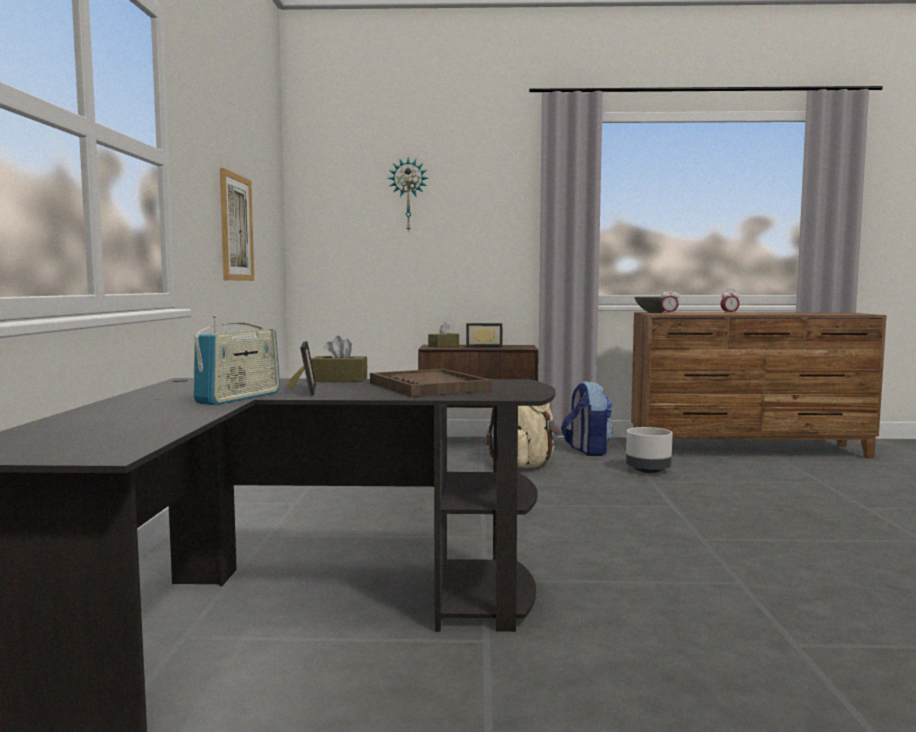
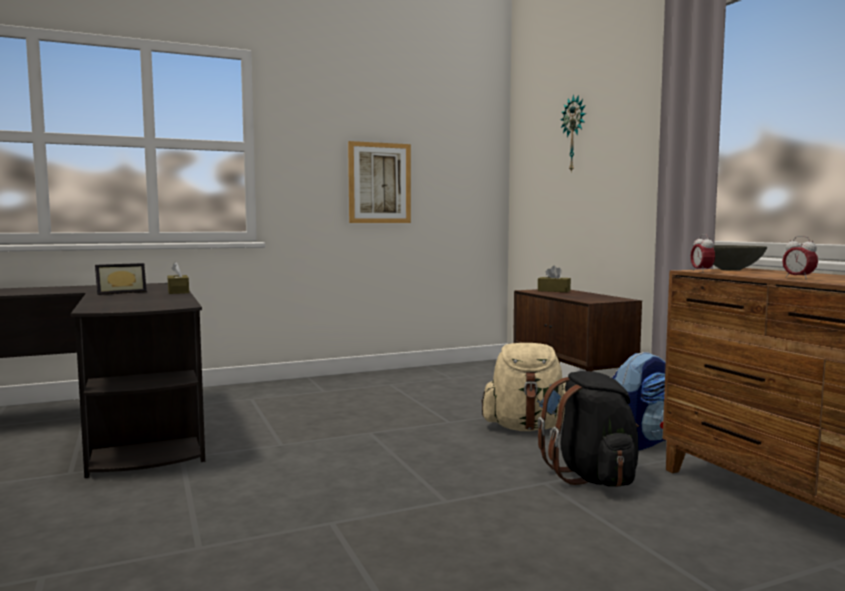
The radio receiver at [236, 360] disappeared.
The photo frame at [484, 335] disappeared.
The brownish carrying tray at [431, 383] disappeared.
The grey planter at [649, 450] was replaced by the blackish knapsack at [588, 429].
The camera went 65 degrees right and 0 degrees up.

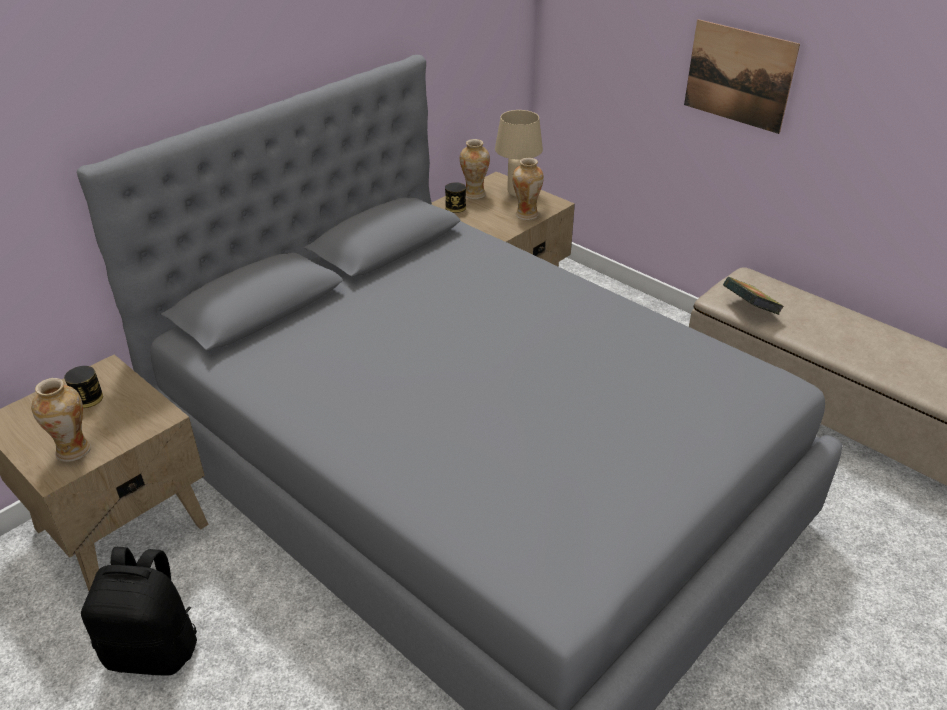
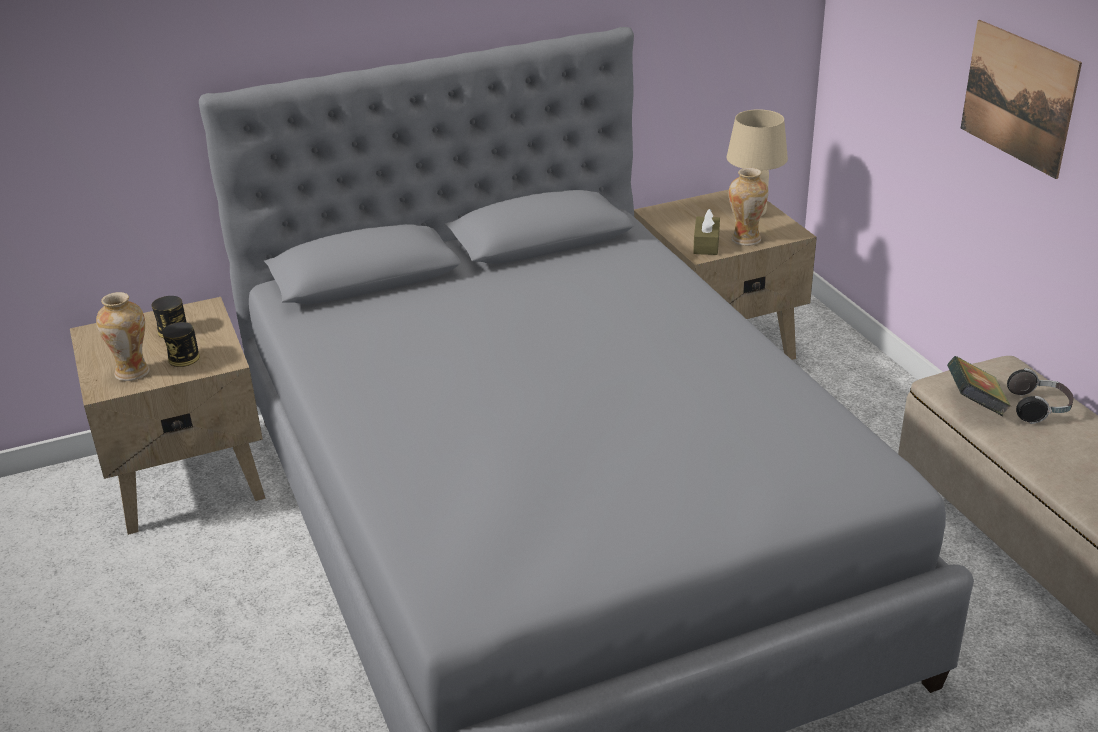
The decorative vase at [475, 169] disappeared.
The can moved from [455, 197] to [181, 344].
The blackish knapsack at [139, 611] disappeared.
The brownish tissue box at [706, 232] appeared.
The headset at [1040, 396] appeared.
The camera went 25 degrees right and 5 degrees down.

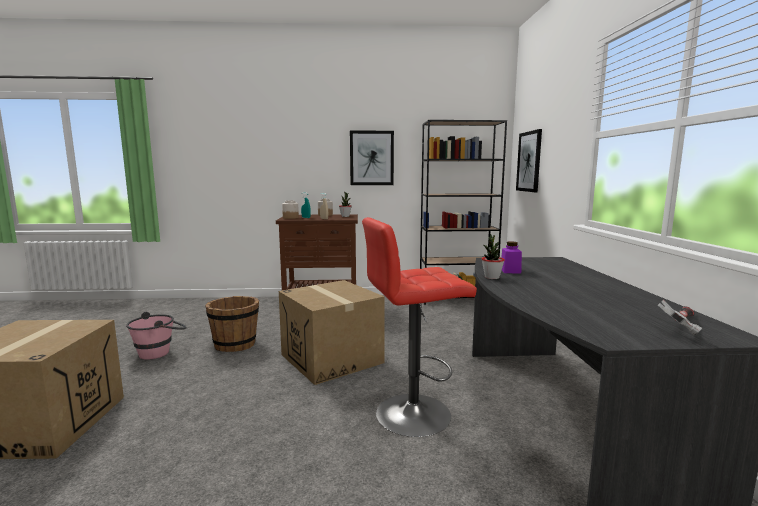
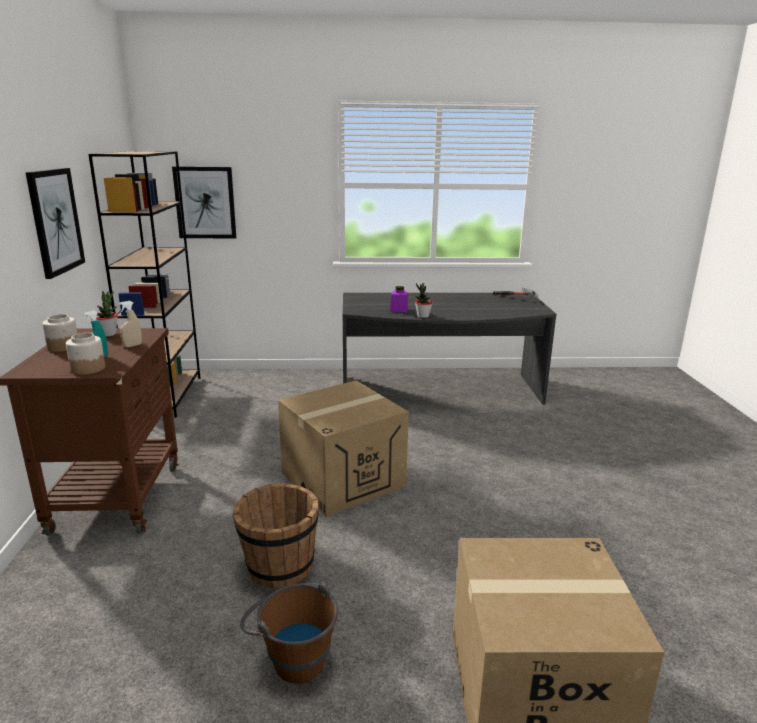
The reddish sitting stool at [419, 327] disappeared.
The pinkish bucket at [156, 336] became the brownish bucket at [289, 632].
The camera went 90 degrees left and 10 degrees up.

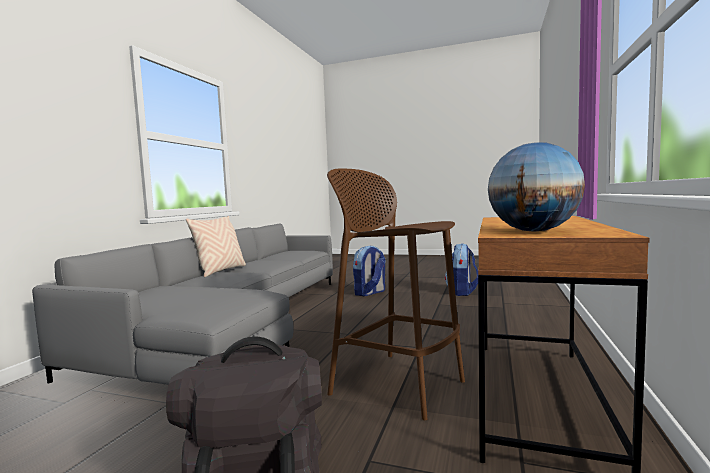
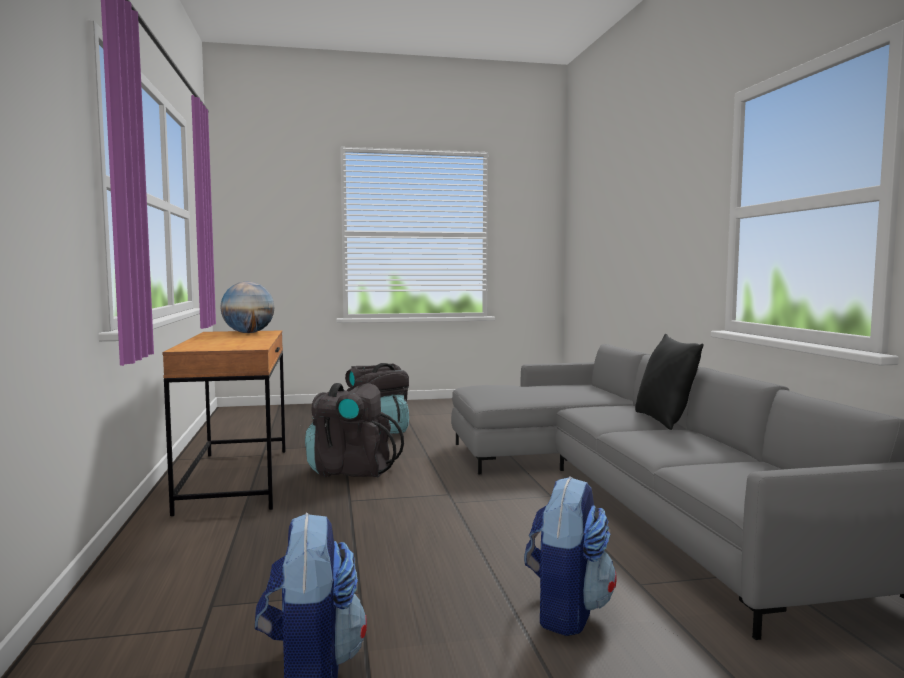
The brownish sitting stool at [396, 294] was replaced by the blackish knapsack at [354, 430].
The beige pillow at [216, 246] became the blackish pillow at [669, 382].
The camera went 150 degrees right and 0 degrees up.

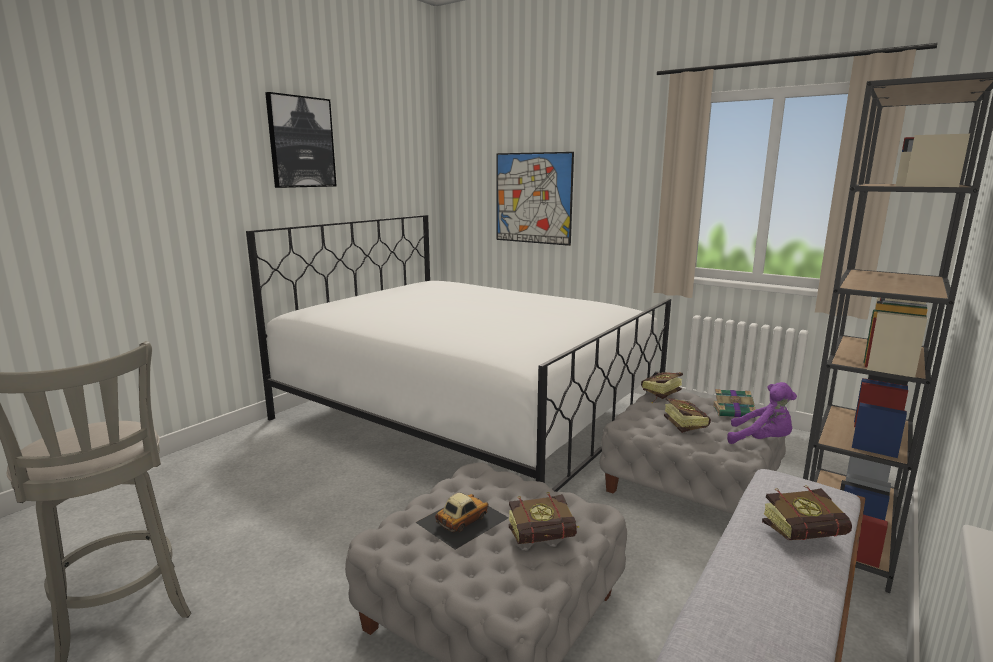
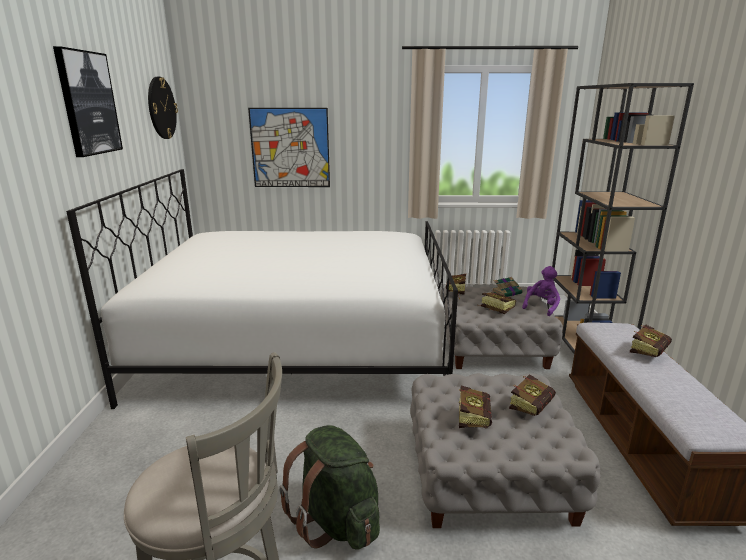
The purplish cuddly toy at [762, 413] turned 45 degrees counterclockwise.
The toy car at [462, 521] was replaced by the volume at [475, 406].
The hanging clock at [163, 108] appeared.
The green knapsack at [329, 487] appeared.
The camera went 35 degrees left and 5 degrees up.

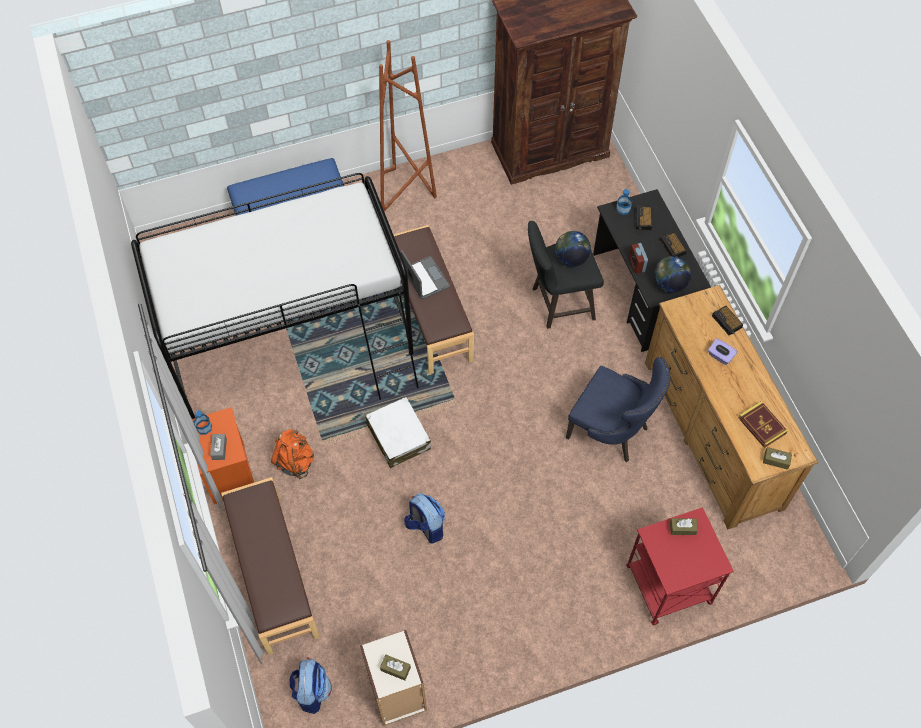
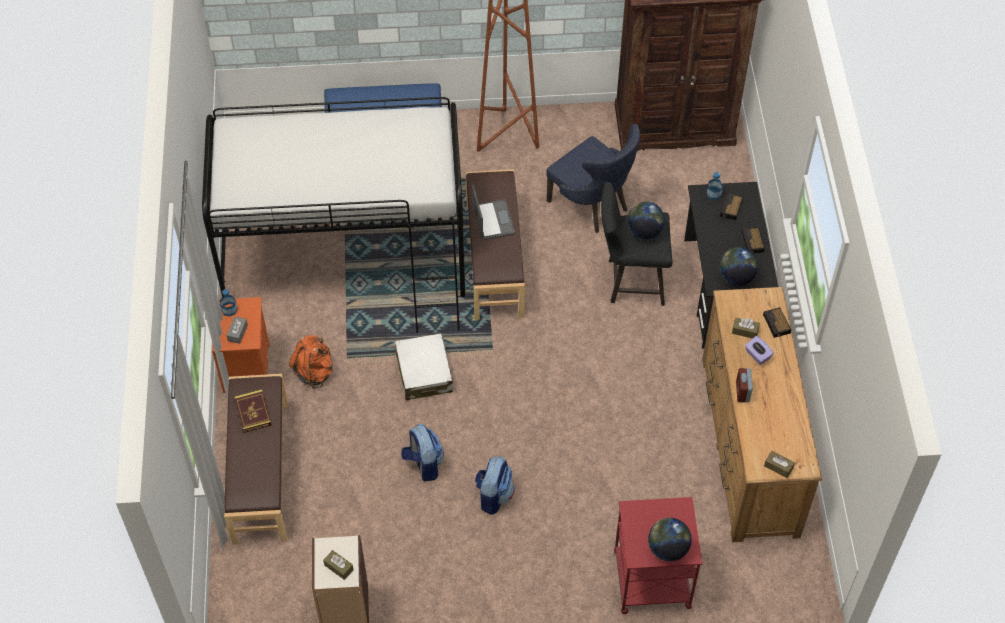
The alarm clock moved from [638, 258] to [744, 385].
The blue-coloured upright chair moved from [618, 409] to [593, 178].
The volume moved from [763, 424] to [253, 411].
The brownish tissue box moved from [684, 526] to [746, 328].
The knapsack moved from [311, 686] to [494, 485].
The desk globe at [670, 539] appeared.
The camera went 15 degrees right and 5 degrees down.

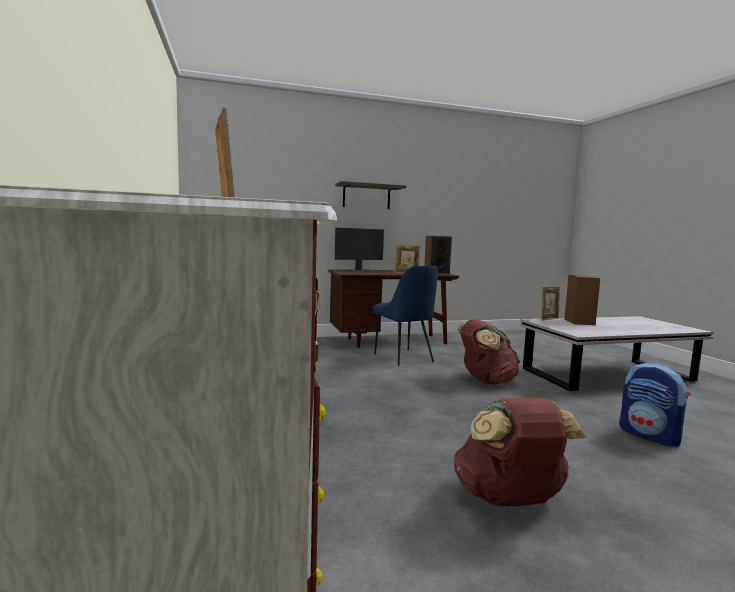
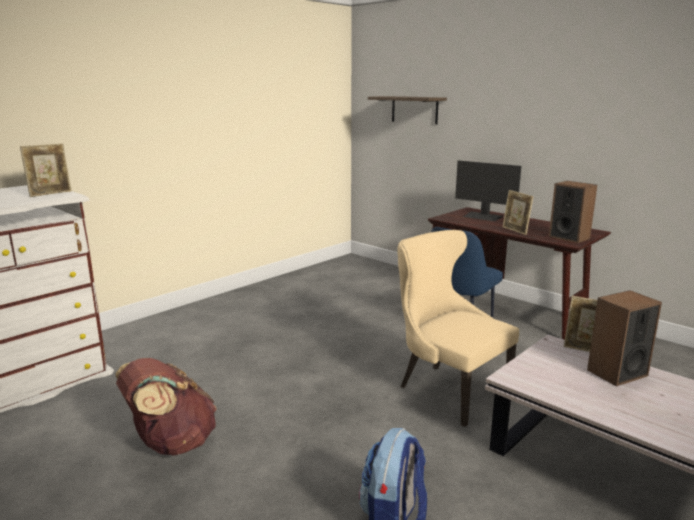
The bracket shelf moved from [370, 195] to [407, 110].
The brownish knapsack at [488, 352] was replaced by the beige upright chair at [458, 328].
The camera went 60 degrees right and 10 degrees up.

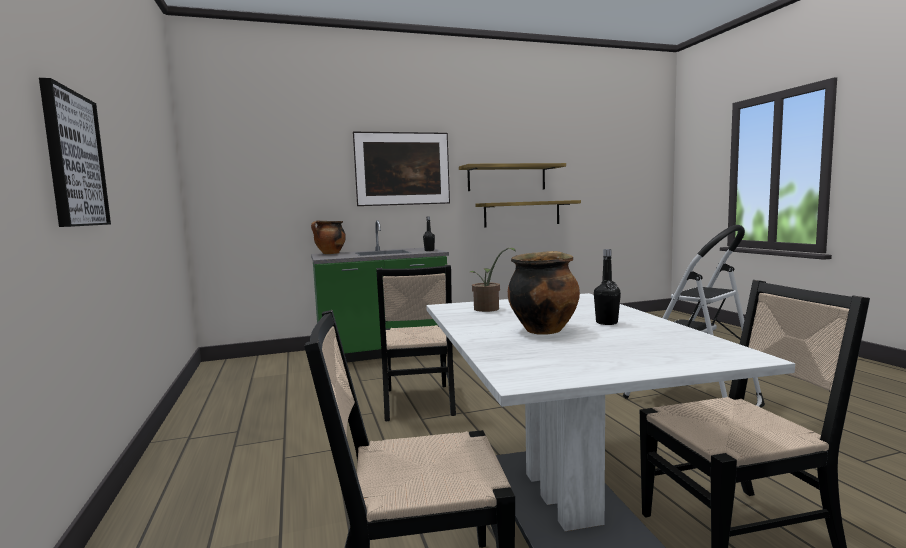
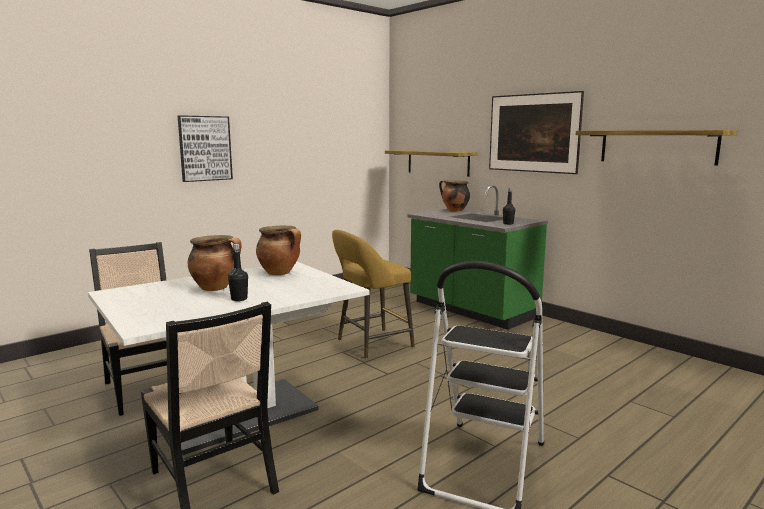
The bracket shelf moved from [528, 213] to [431, 163].
The houseplant at [493, 280] was replaced by the saucepot at [278, 250].
The upright chair at [416, 343] was replaced by the yellowish sitting stool at [373, 294].
The camera went 65 degrees right and 5 degrees up.

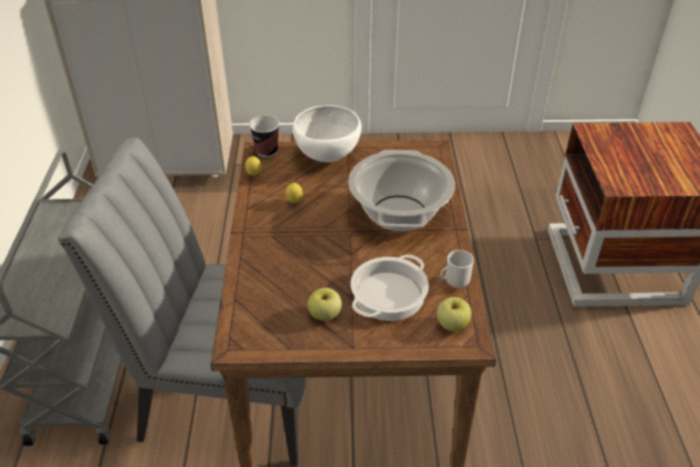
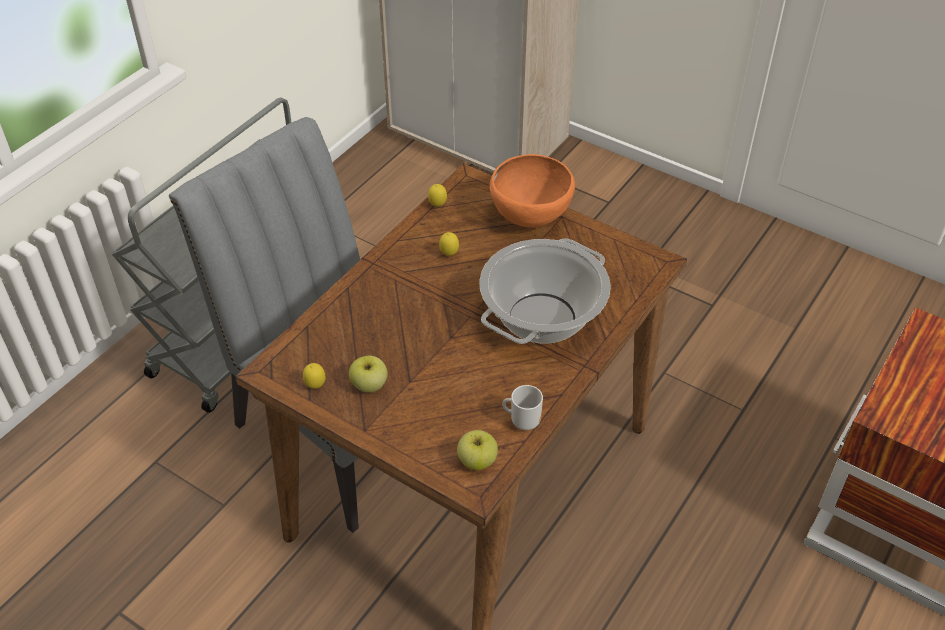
The whitish deep dish at [327, 133] became the orange-coloured deep dish at [532, 191].
The cup at [264, 136] disappeared.
The saucepot at [390, 287] disappeared.
The citrus fruit at [314, 376] appeared.
The camera went 35 degrees right and 5 degrees up.

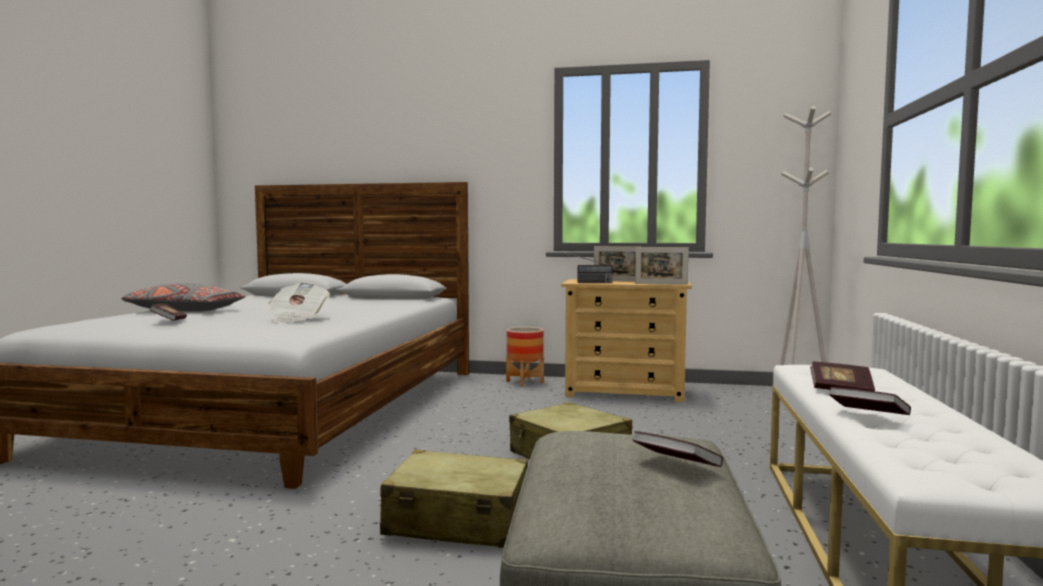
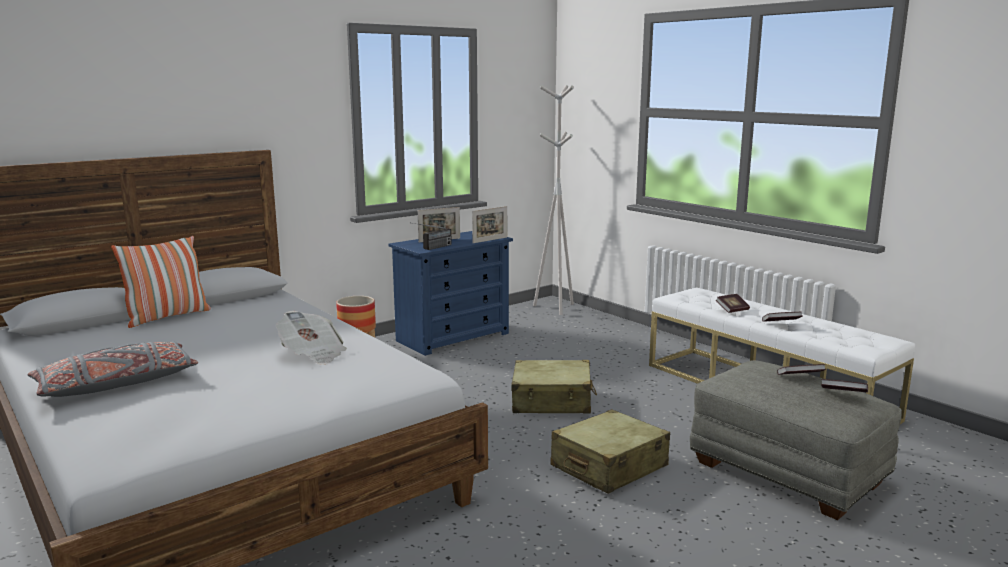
The beige drawer chest at [626, 340] became the blue-coloured drawer chest at [450, 293].
The volume moved from [168, 312] to [844, 386].
The pillow at [161, 282] appeared.
The camera went 50 degrees left and 10 degrees up.

